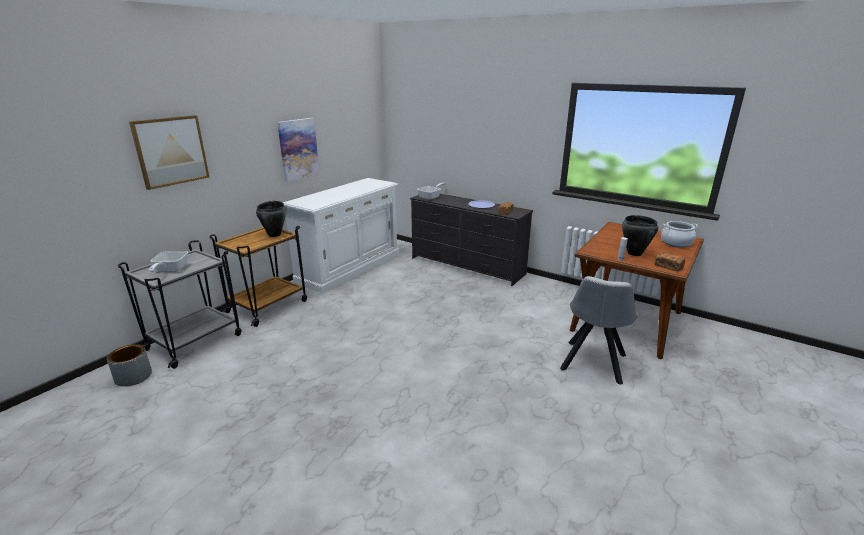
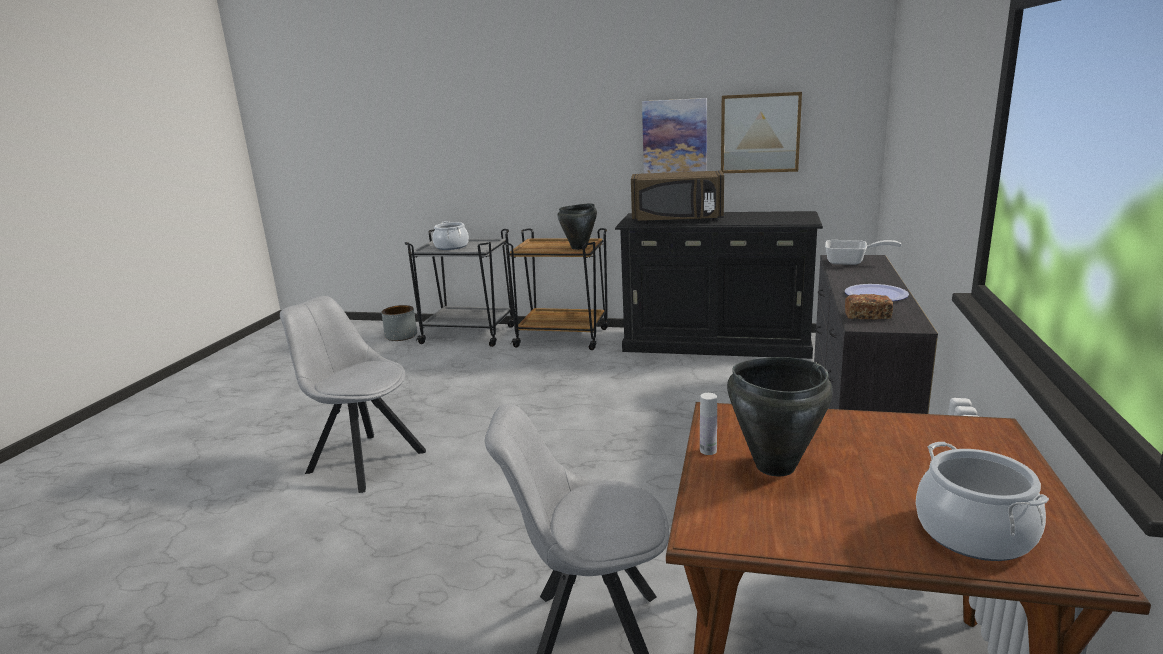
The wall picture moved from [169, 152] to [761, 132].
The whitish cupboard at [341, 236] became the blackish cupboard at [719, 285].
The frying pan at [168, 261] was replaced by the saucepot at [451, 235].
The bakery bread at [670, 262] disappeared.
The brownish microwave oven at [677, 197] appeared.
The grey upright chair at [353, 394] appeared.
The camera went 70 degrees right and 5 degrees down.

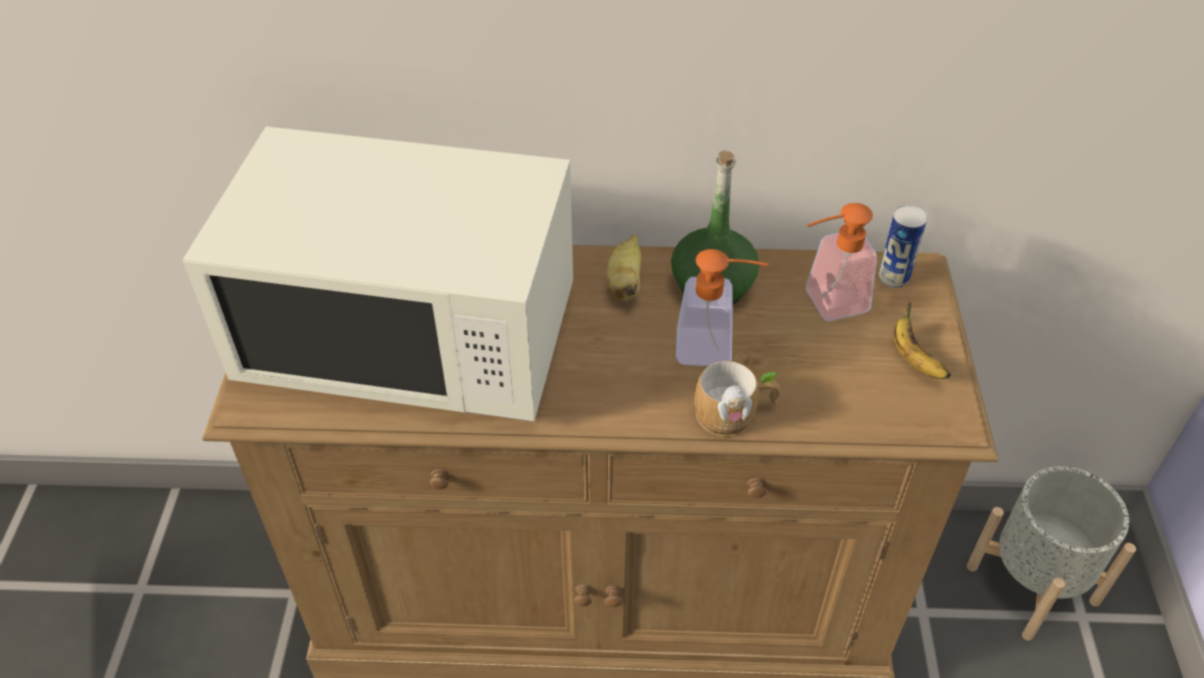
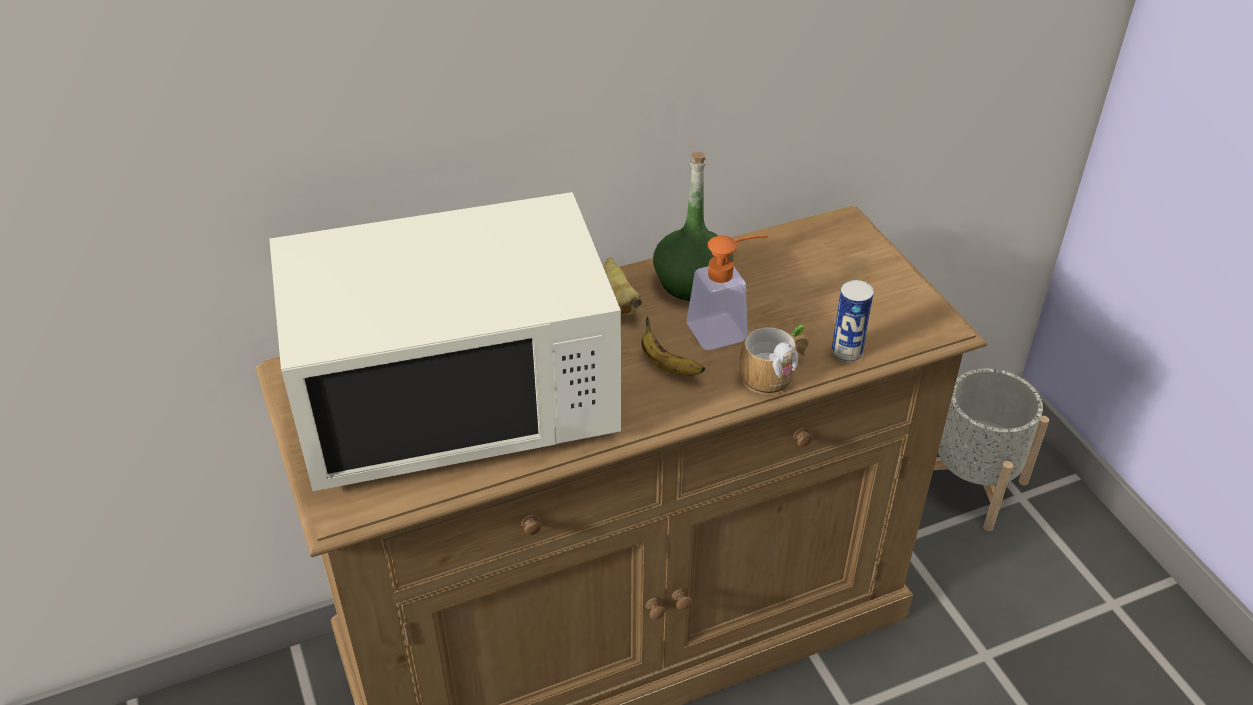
The liquid soap bottle at [841, 262] disappeared.
The can moved from [902, 246] to [853, 321].
The banana moved from [922, 340] to [673, 346].
The camera went 25 degrees left and 5 degrees down.

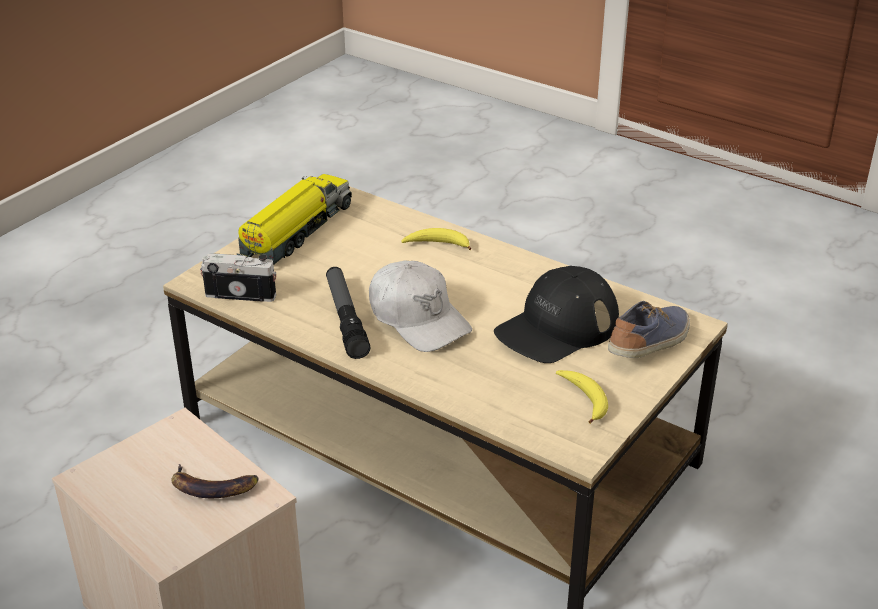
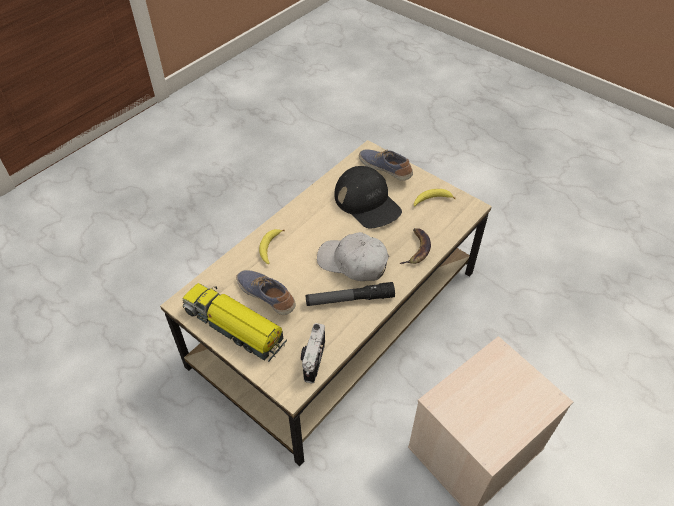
The whitish cap at [420, 306] turned 120 degrees counterclockwise.
The banana moved from [215, 481] to [415, 246].
The item of footwear at [266, 292] appeared.
The camera went 85 degrees left and 15 degrees up.

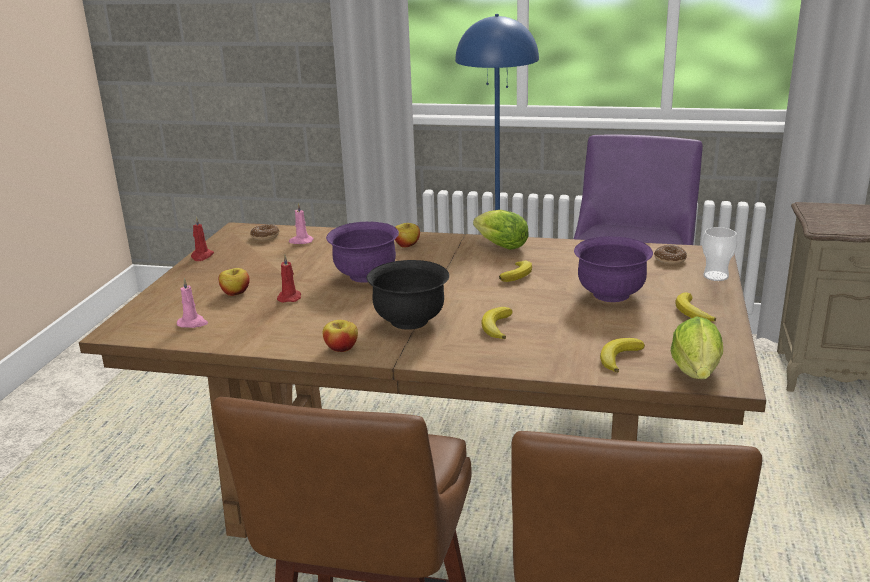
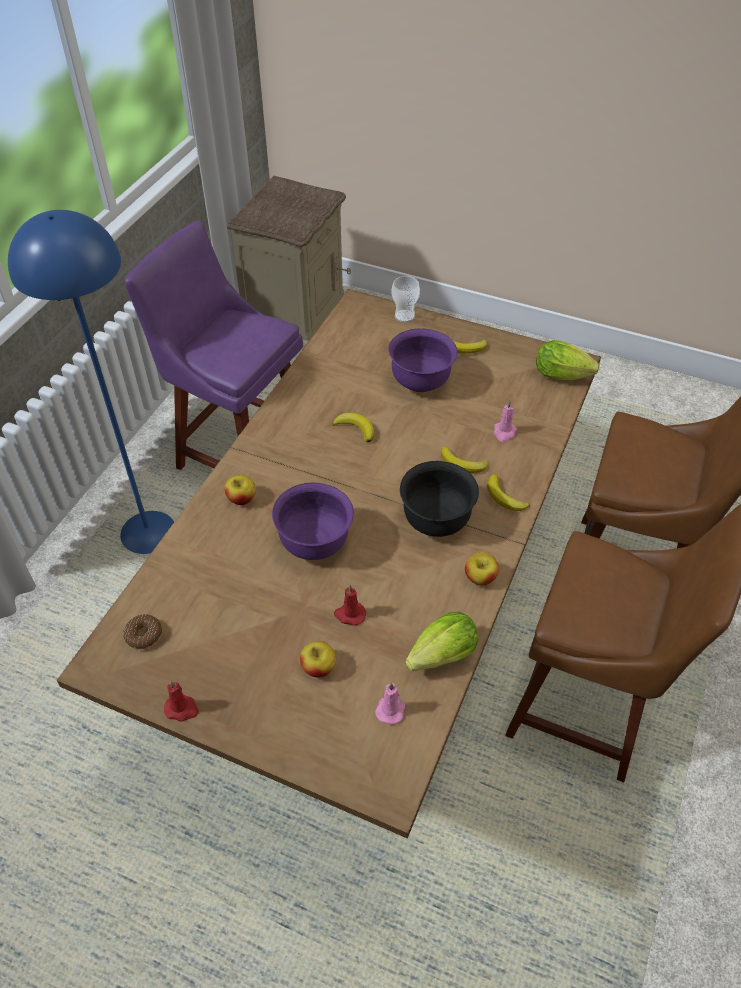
The pinkish candle moved from [301, 223] to [505, 421].
The head of lettuce moved from [501, 230] to [441, 641].
The donut at [670, 254] disappeared.
The banana moved from [622, 355] to [508, 492].
The camera went 80 degrees left and 25 degrees up.

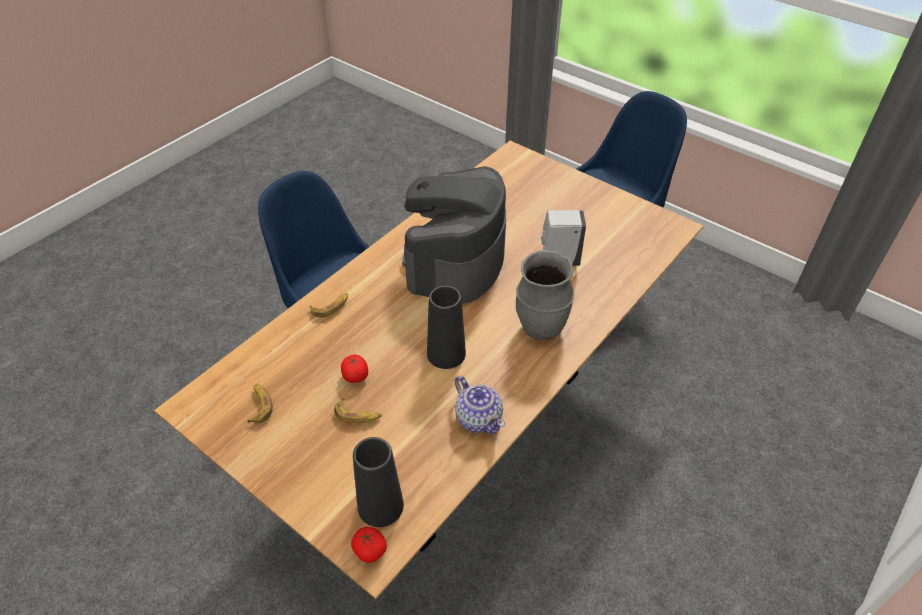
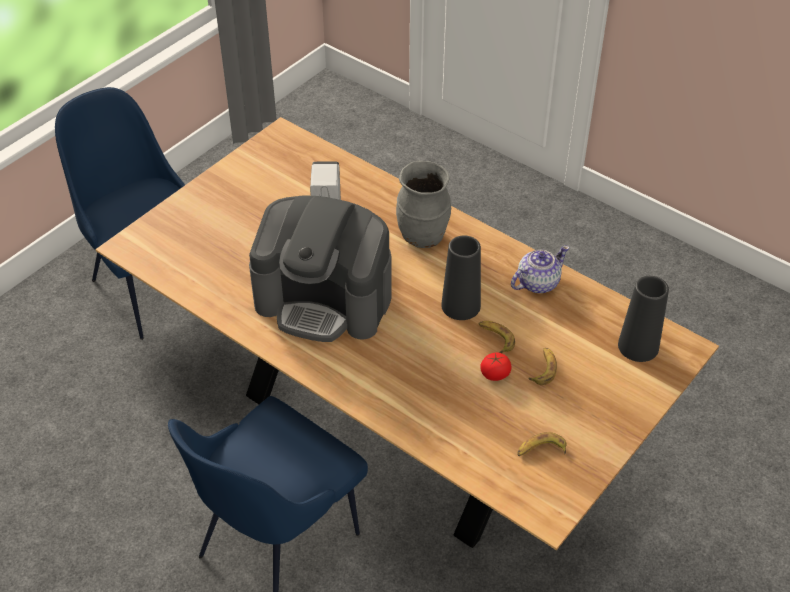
The banana moved from [329, 305] to [497, 337].
The fresh tomato at [369, 545] disappeared.
The camera went 90 degrees left and 0 degrees up.

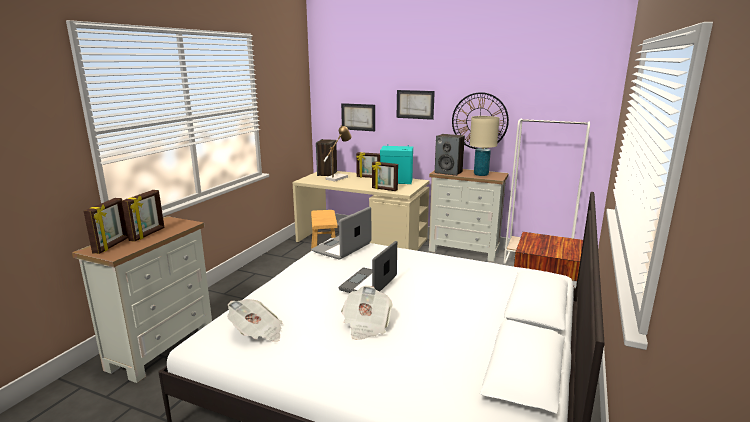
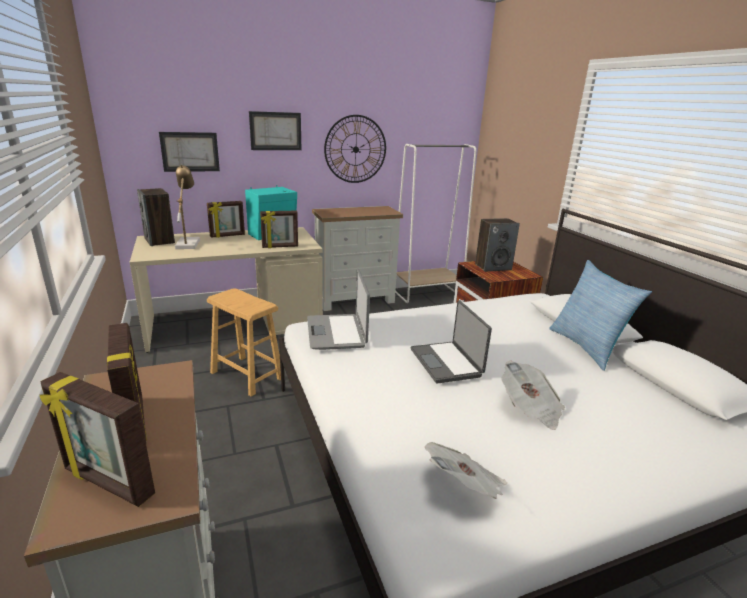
The beige tabletop lamp at [484, 146] disappeared.
The audio speaker moved from [450, 155] to [497, 245].
The photo frame at [106, 226] turned 150 degrees clockwise.
The pillow at [600, 315] appeared.
The camera went 45 degrees left and 5 degrees up.

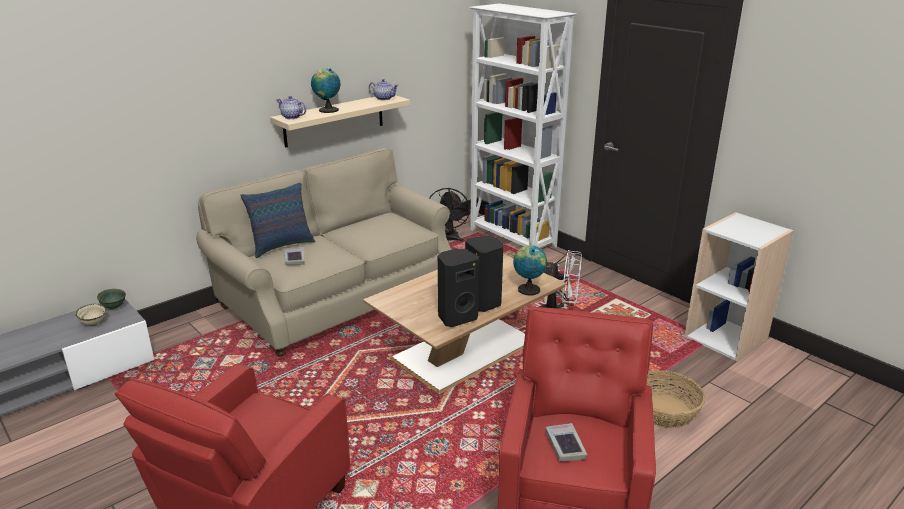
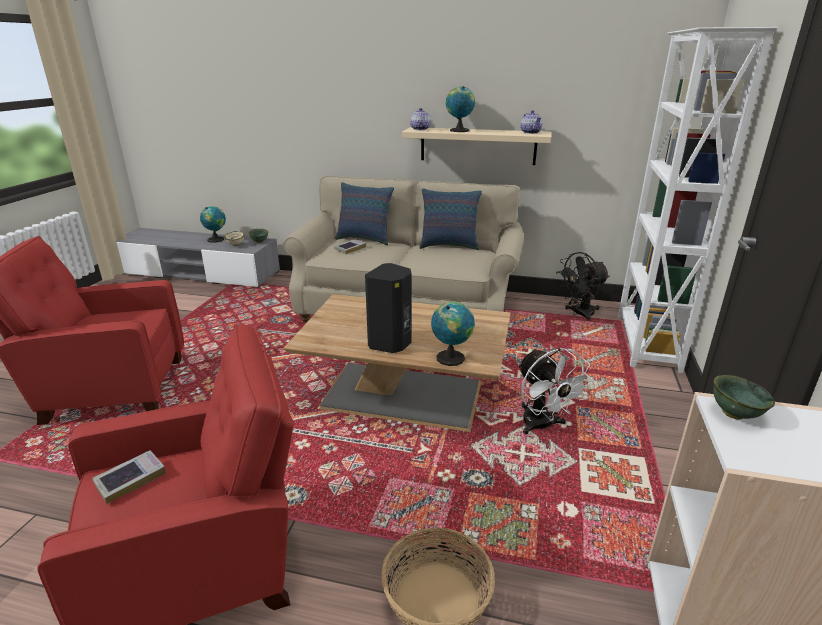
The blackish audio speaker at [458, 288] disappeared.
The blue-coloured pillow at [450, 219] appeared.
The desk globe at [213, 224] appeared.
The green deep dish at [744, 397] appeared.
The camera went 55 degrees right and 0 degrees up.

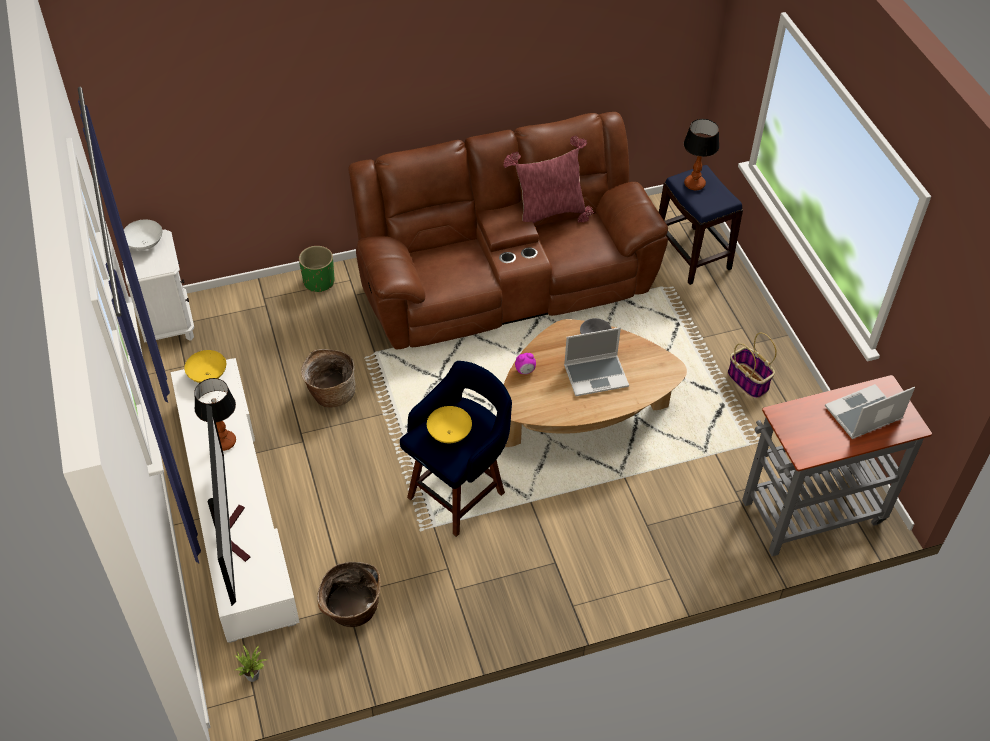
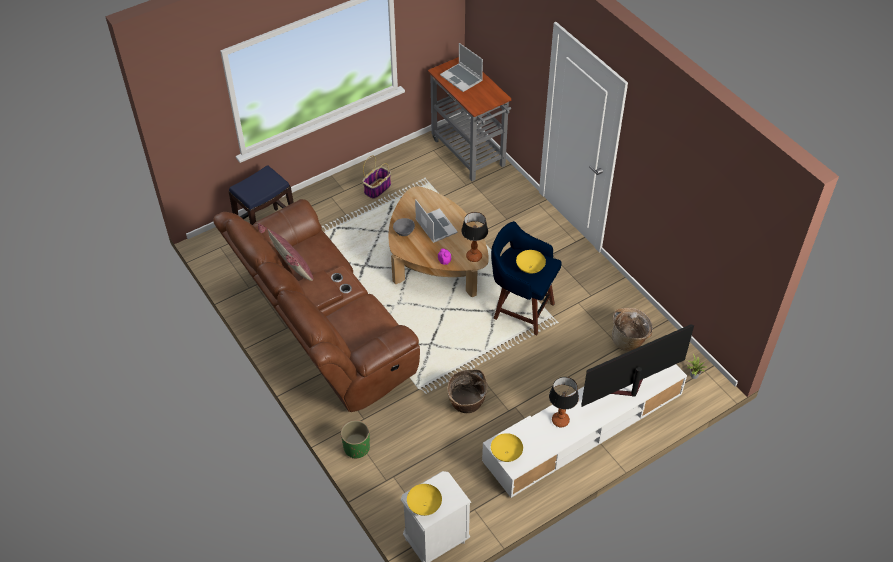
The tabletop lamp moved from [701, 154] to [474, 237].
The whitish deep dish at [143, 235] became the yellowish deep dish at [424, 500].
The camera went 105 degrees left and 0 degrees up.

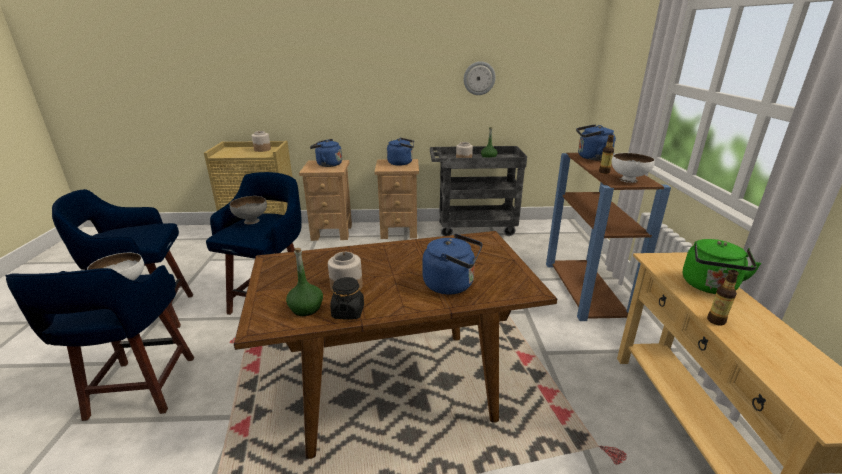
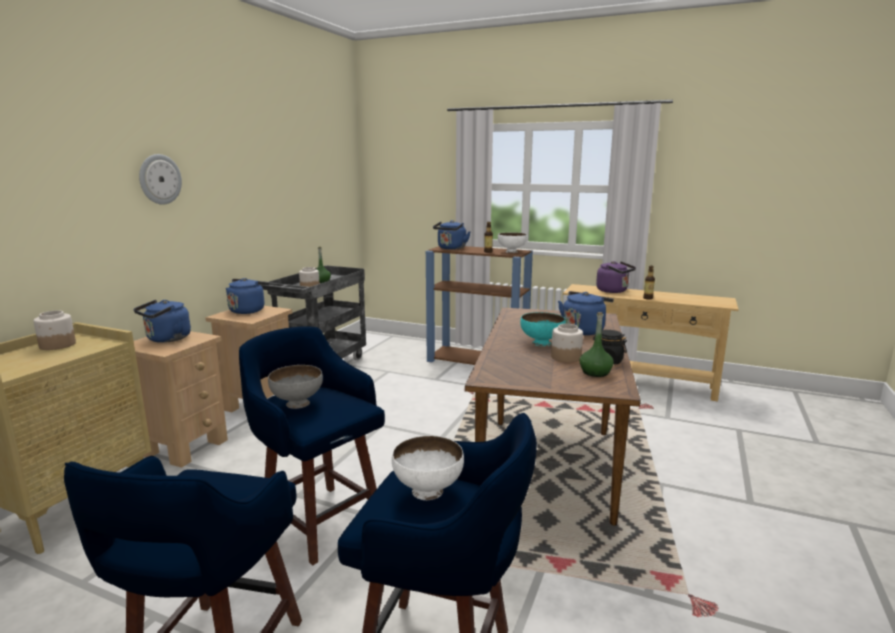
The hanging clock moved from [480, 78] to [160, 179].
The green tea kettle at [722, 266] became the purplish tea kettle at [616, 277].
The turquoise deep dish at [543, 329] appeared.
The camera went 65 degrees left and 10 degrees down.

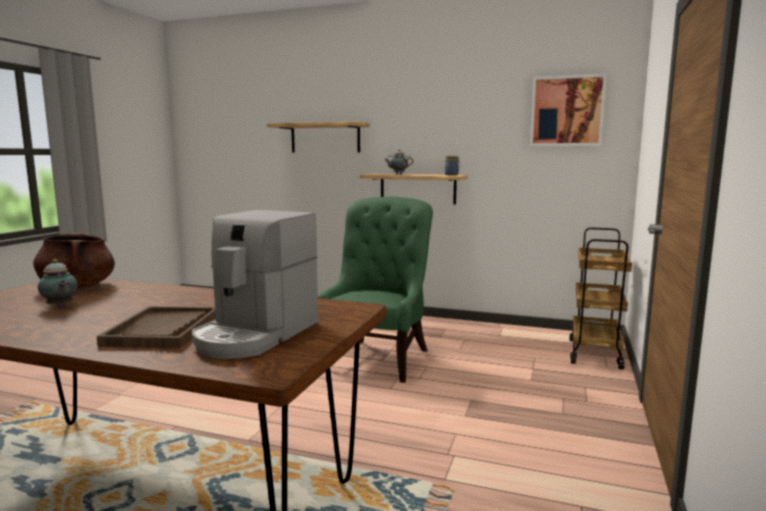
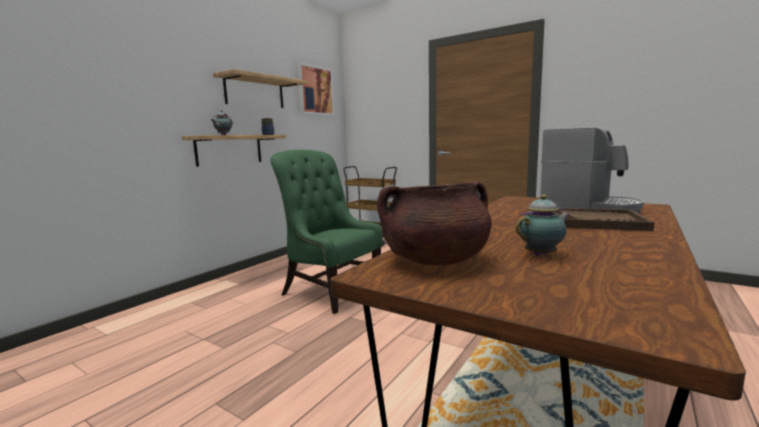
The bracket shelf moved from [318, 137] to [260, 88].
The camera went 75 degrees left and 0 degrees up.

